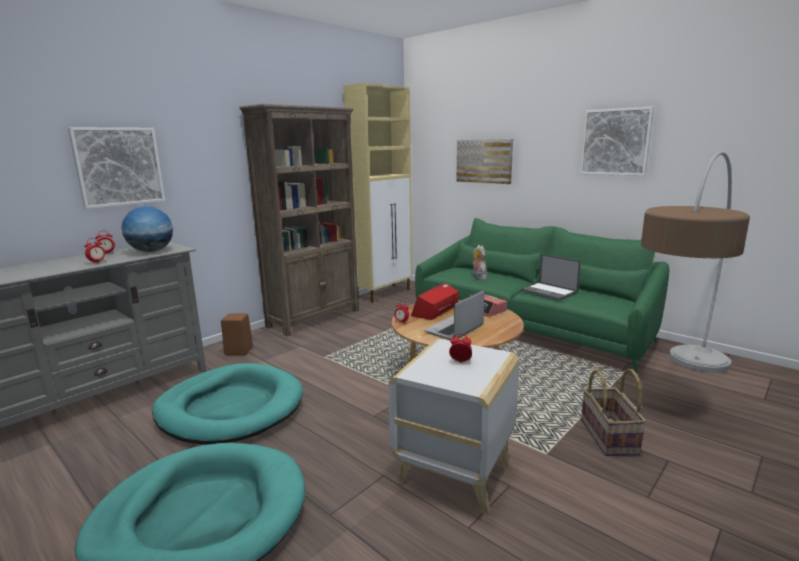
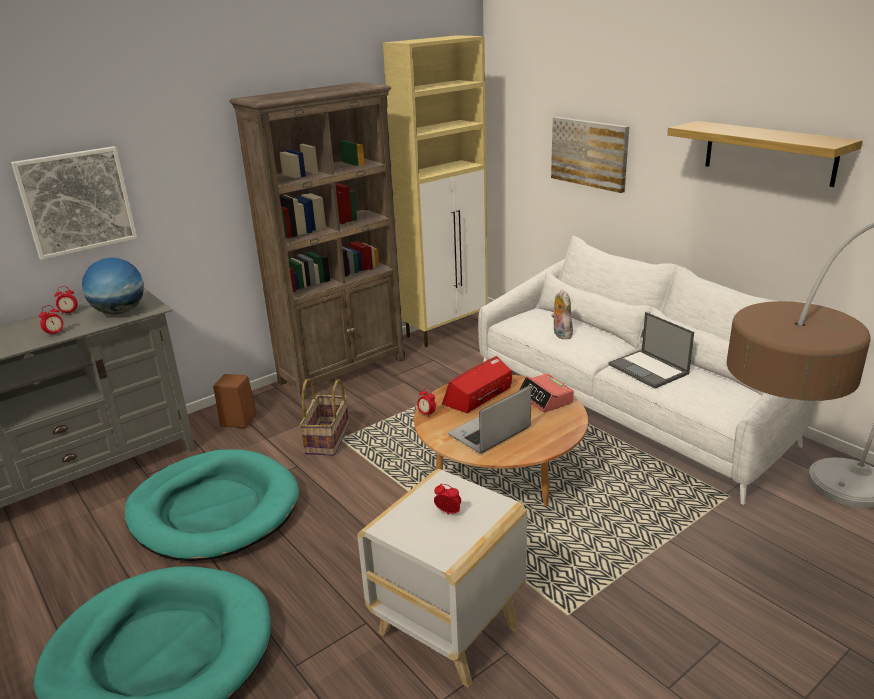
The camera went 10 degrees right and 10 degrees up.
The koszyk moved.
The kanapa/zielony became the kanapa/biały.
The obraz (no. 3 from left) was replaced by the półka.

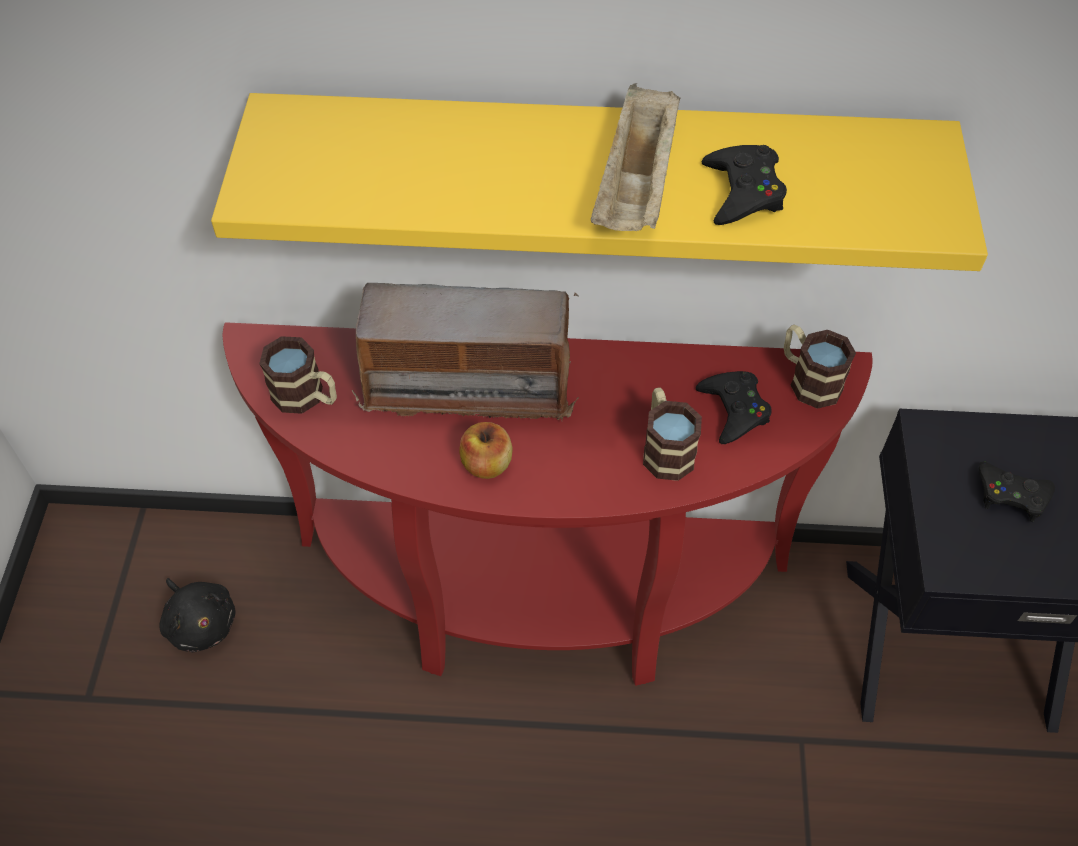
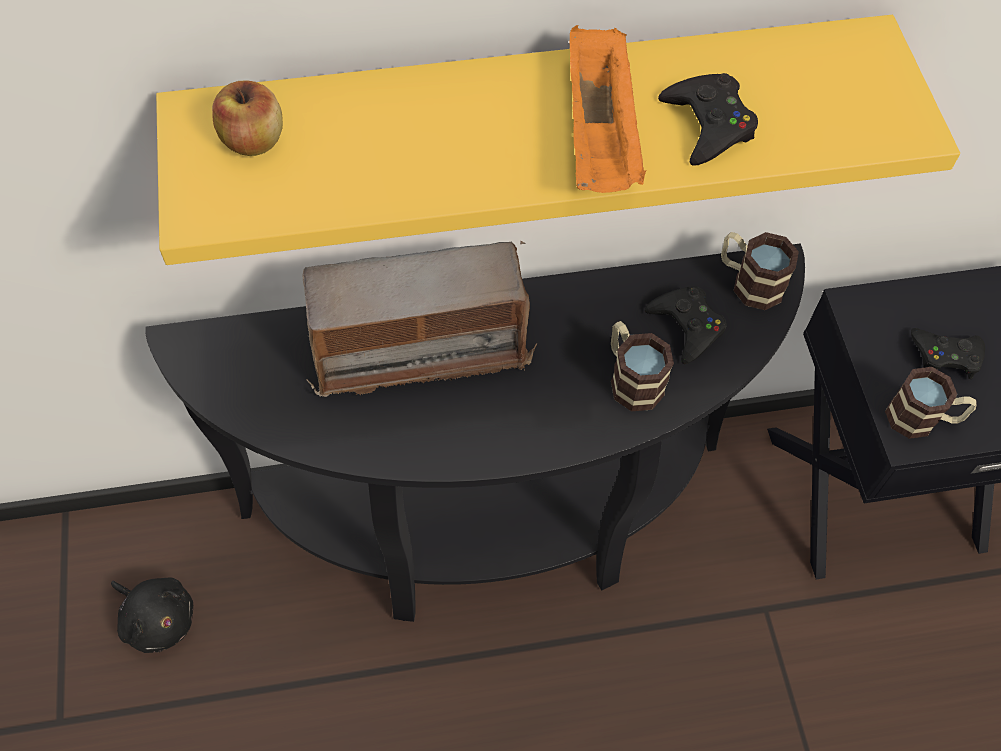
The camera went 15 degrees left and 5 degrees up.
The stolik konsolowy/czerwony became the stolik konsolowy/czarny.
The jabłko moved.
The taca/beżowy became the taca/pomarańczowy.
The kubek (no. 1 from left in the first image) moved.

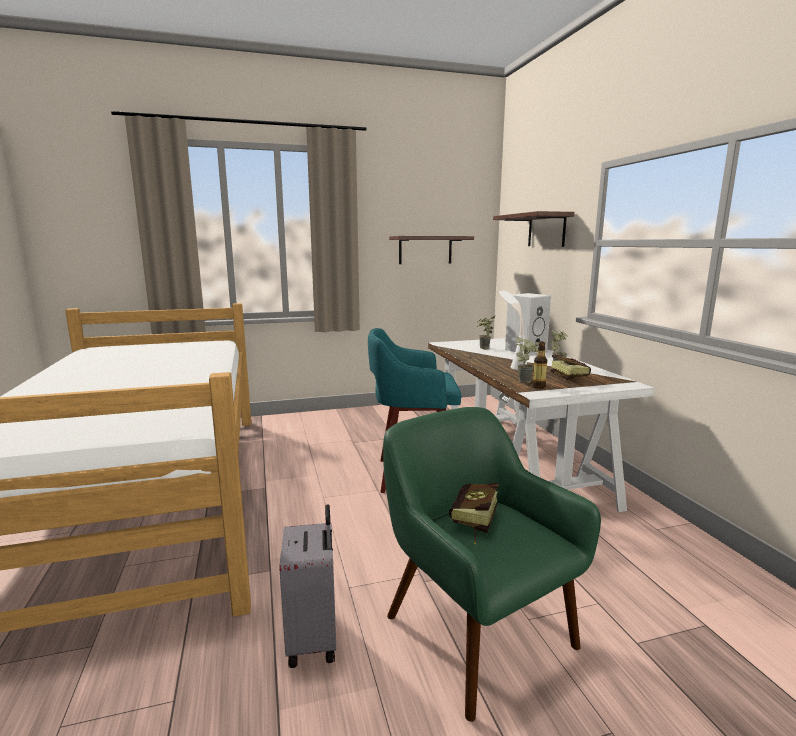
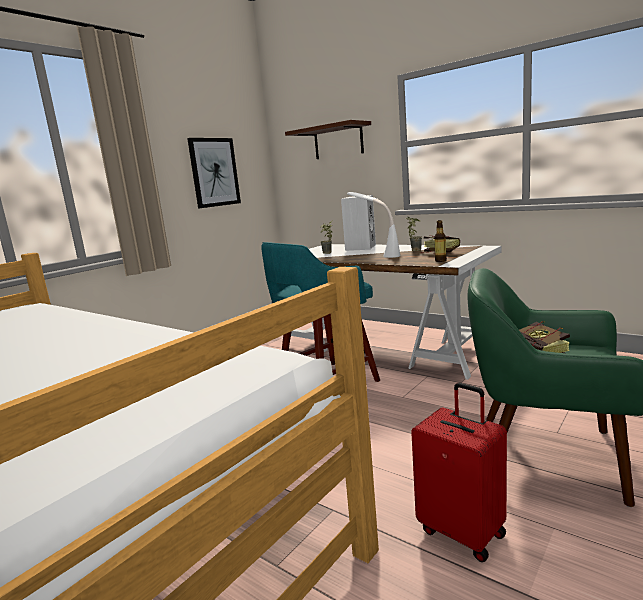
The camera went 35 degrees left and 0 degrees up.
The półka (no. 1 from left) was replaced by the obraz.
The walizka/szary became the walizka/czerwony.
The roślina doniczkowa (no. 2 from left) disappeared.

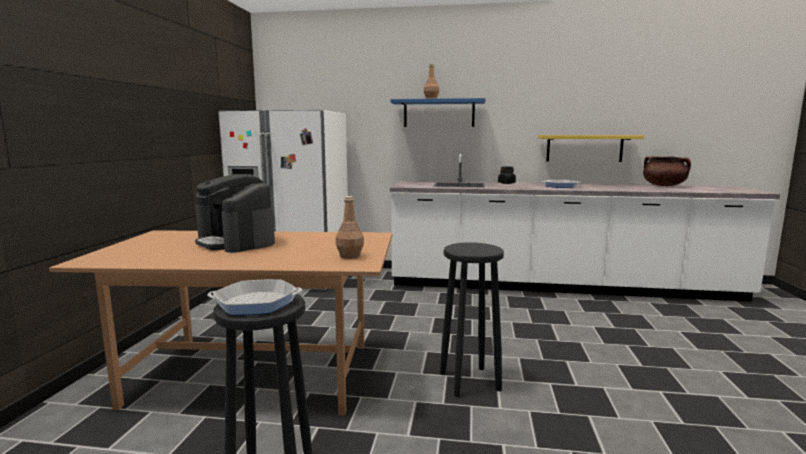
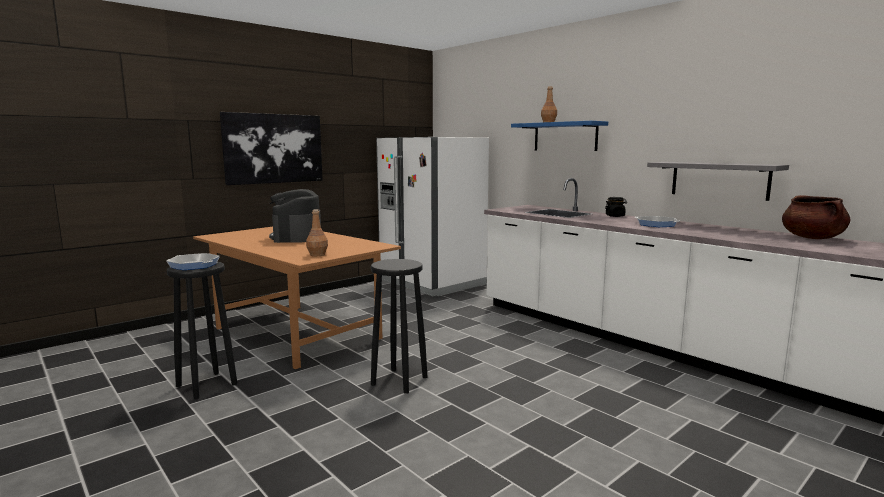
The camera went 40 degrees right and 0 degrees up.
The obraz appeared.
The półka/żółty became the półka/szary.

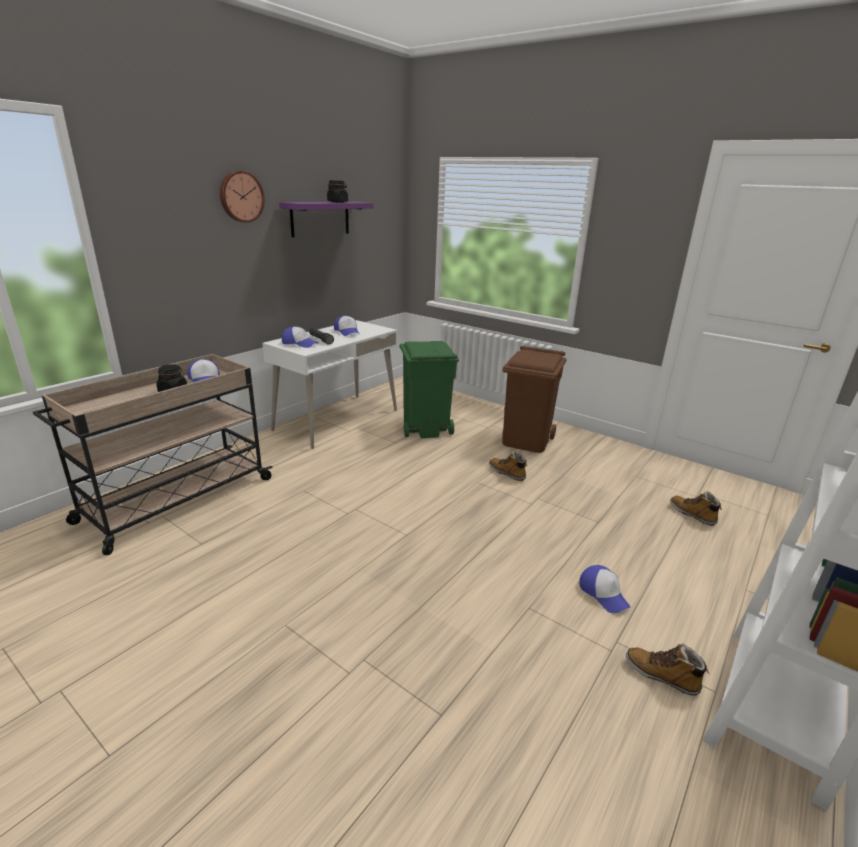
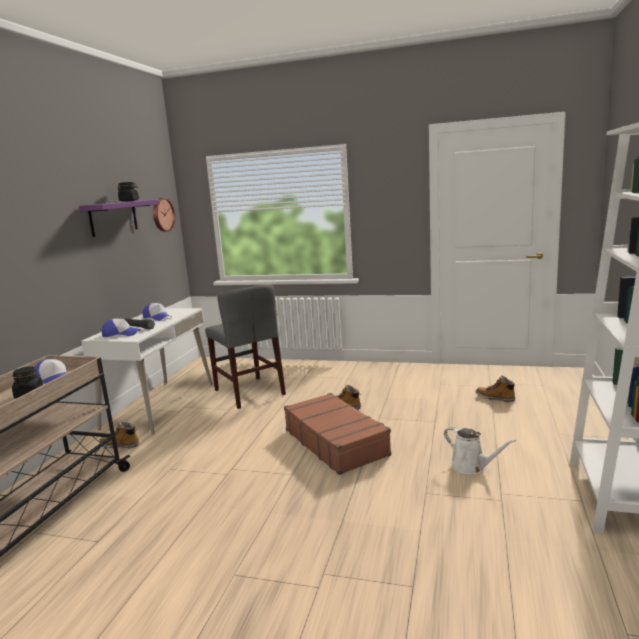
The camera went 20 degrees left and 10 degrees down.
The but z cholewką (no. 2 from left in the first image) moved.
The zegar ścienny moved.
The kosz na śmieci/zielony was replaced by the krzesło/szary.
The walizka/brązowy appeared.
The czapka z daszkiem (no. 4 from left) was replaced by the konewka/biały.
The kosz na śmieci/brązowy disappeared.

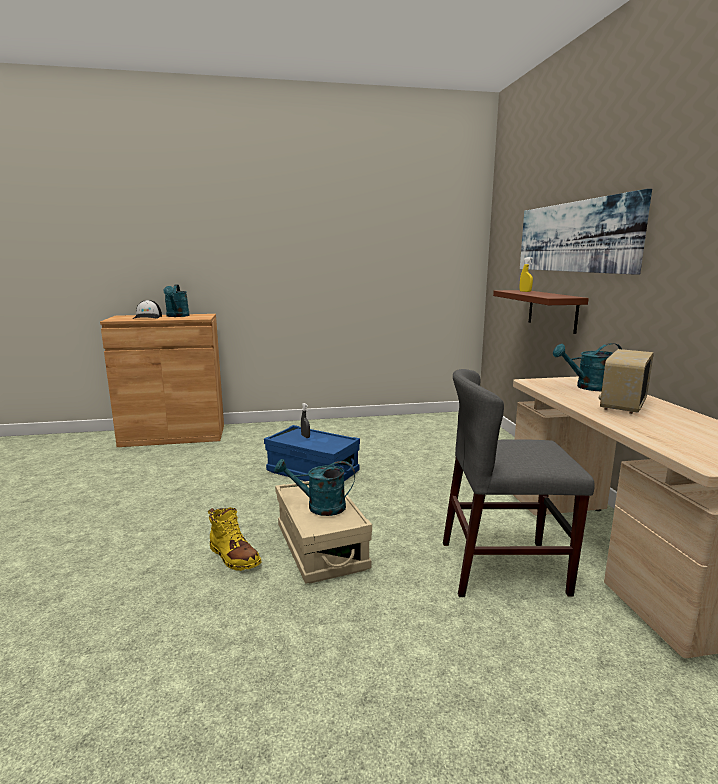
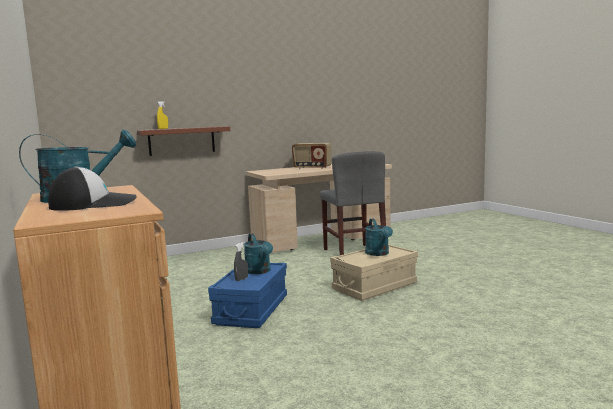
The camera went 105 degrees left and 5 degrees down.
The konewka/turkusowy (no. 3 from left in the first image) moved.
The but z cholewką/żółty disappeared.
The obraz disappeared.

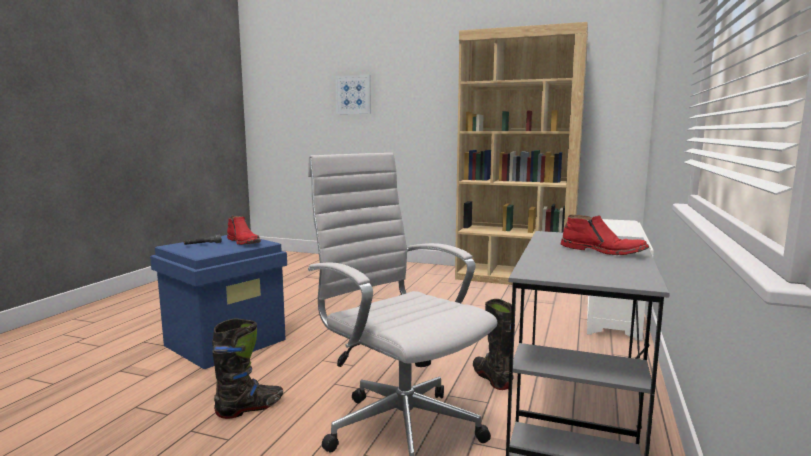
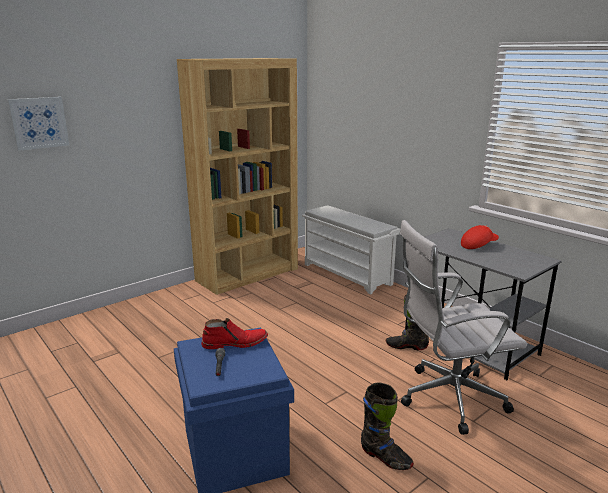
The camera went 60 degrees left and 10 degrees up.
The but z cholewką/czarny (no. 1 from left) turned 135 degrees clockwise.
The but z cholewką/czerwony (no. 2 from left) was replaced by the czapka z daszkiem/czerwony.

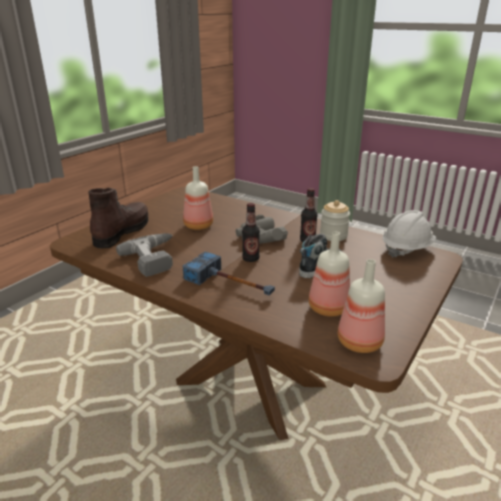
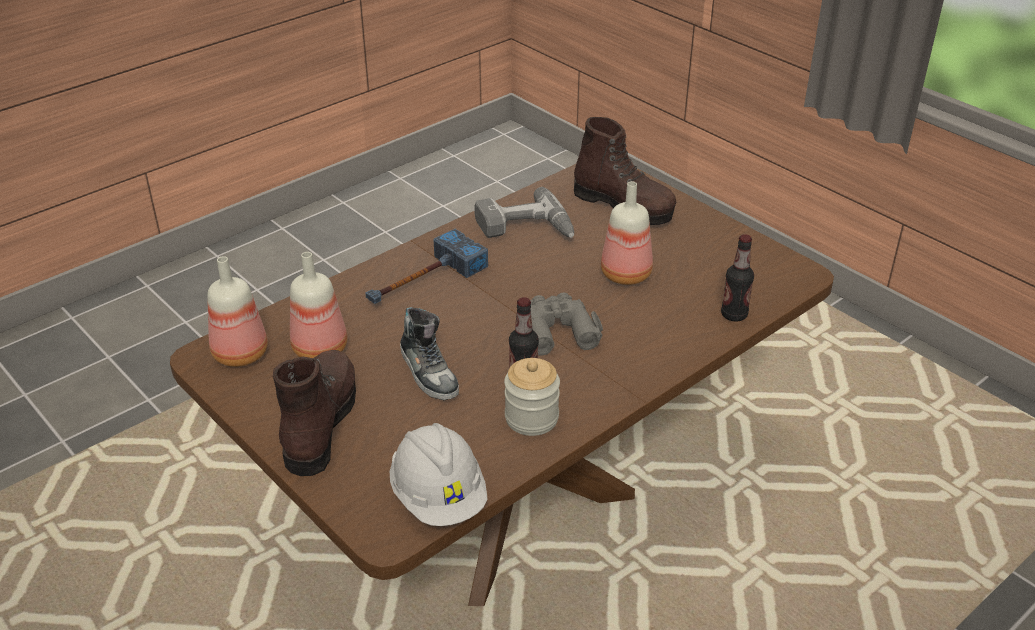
The camera went 105 degrees right and 10 degrees up.
The but z cholewką/brązowy (no. 1 from left) appeared.
The butelka (no. 2 from left in the first image) moved.

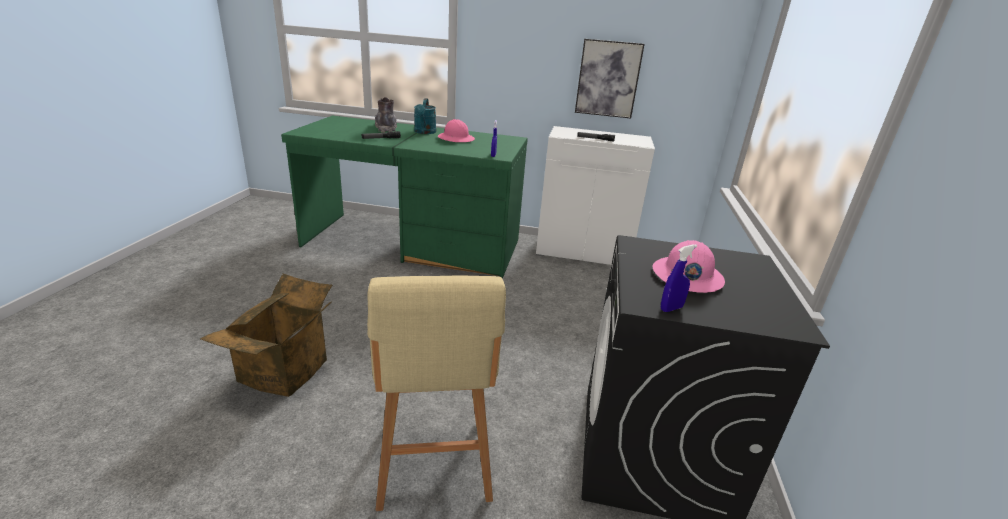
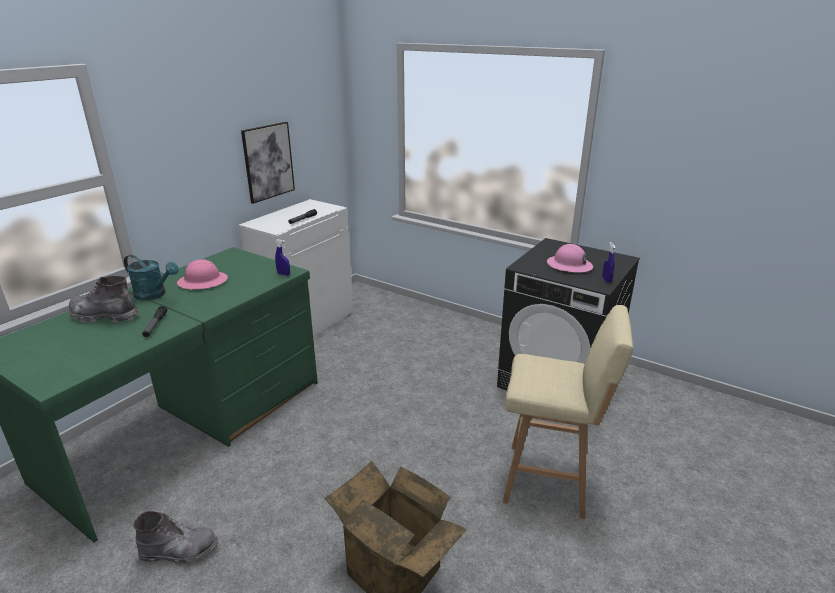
The camera went 65 degrees left and 0 degrees up.
The but z cholewką/szary (no. 2 from left) appeared.

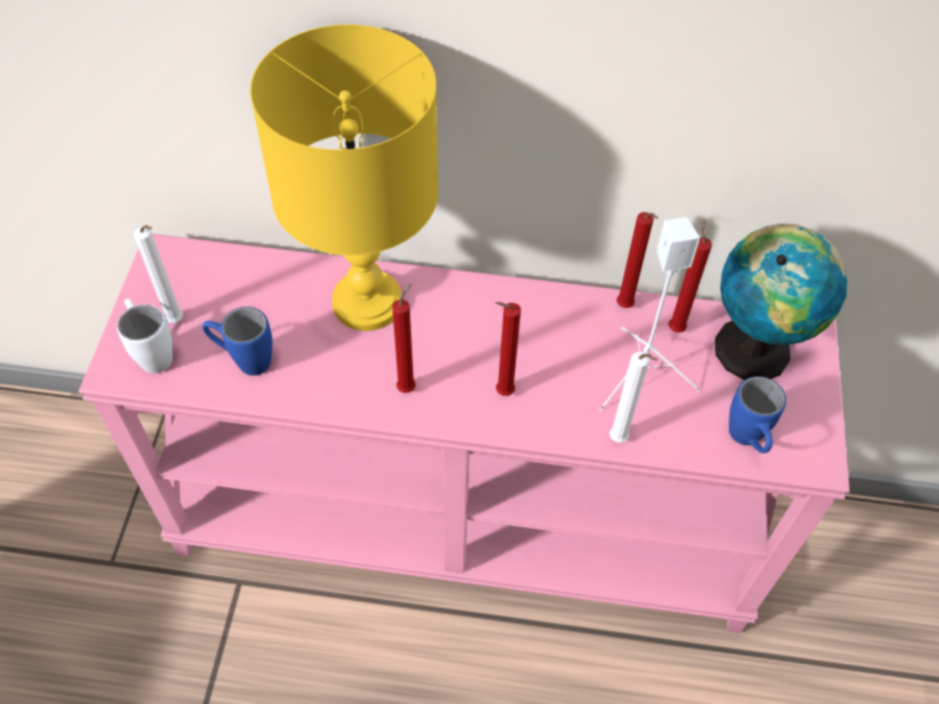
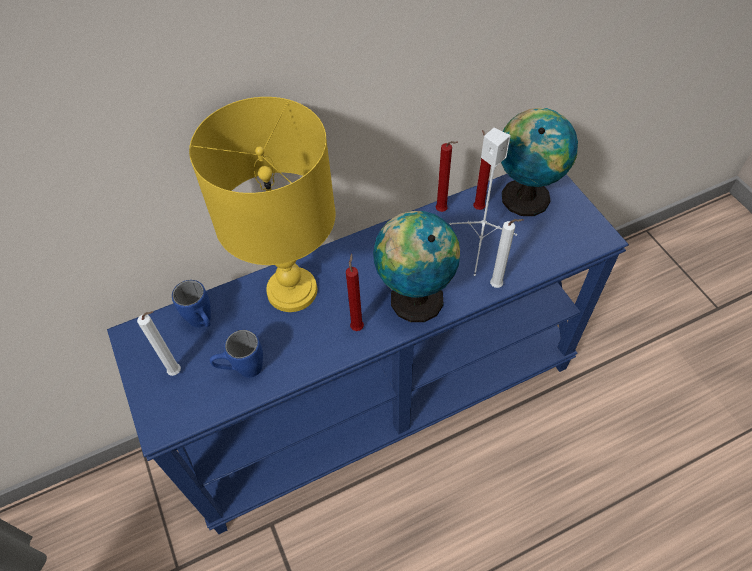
The camera went 30 degrees left and 0 degrees up.
The stolik konsolowy/różowy became the stolik konsolowy/niebieski.
The kubek/niebieski (no. 2 from left in the first image) moved.
The świeca/czerwony (no. 2 from left) was replaced by the globus (no. 1 from left).
The kubek/biały disappeared.

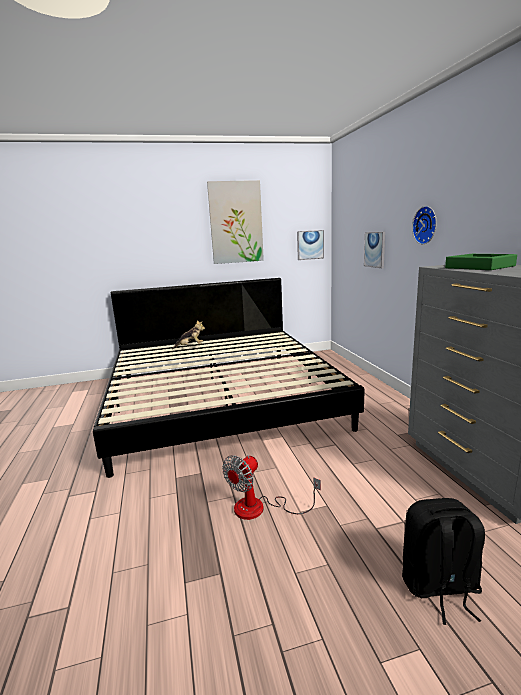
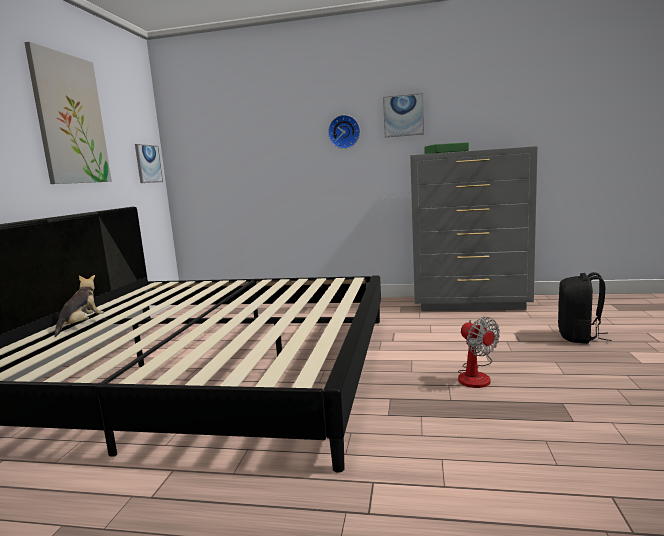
The camera went 65 degrees left and 5 degrees down.
The obraz (no. 3 from left) moved.

